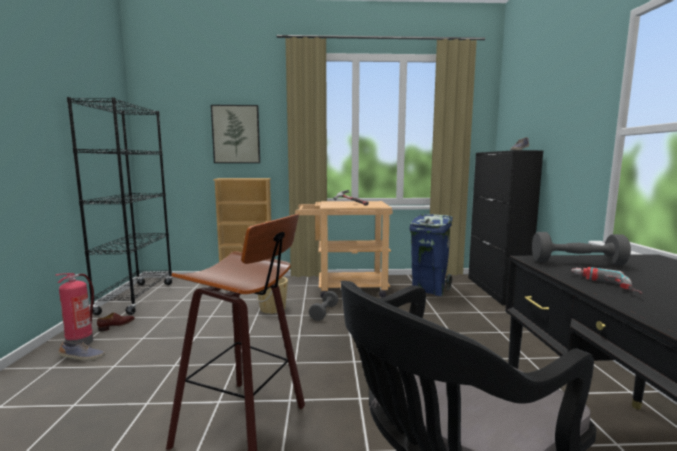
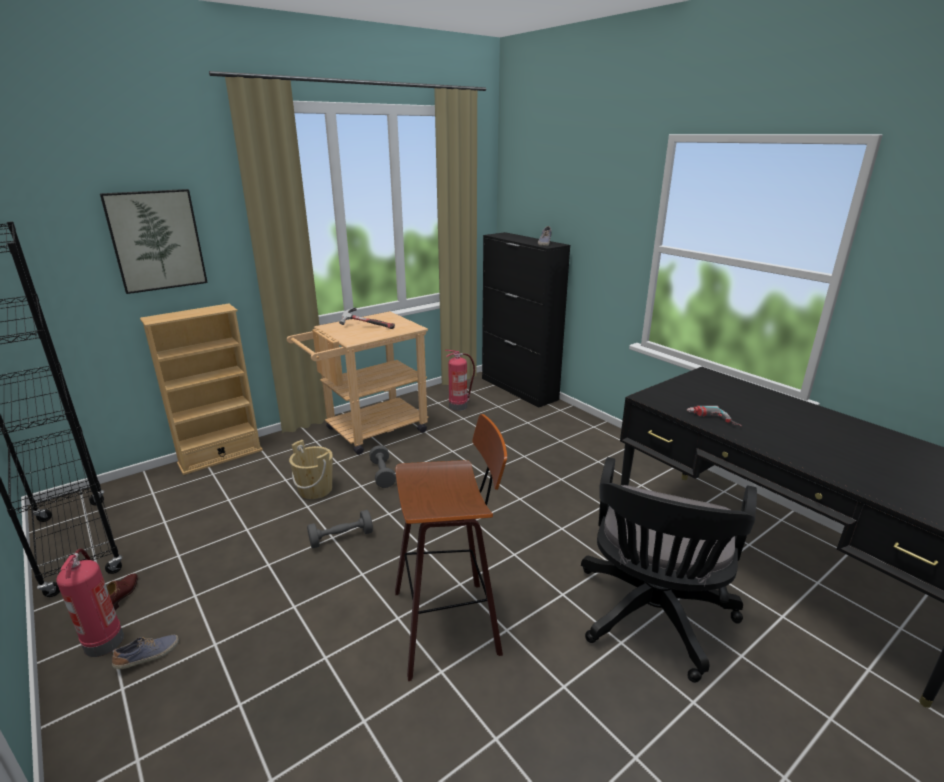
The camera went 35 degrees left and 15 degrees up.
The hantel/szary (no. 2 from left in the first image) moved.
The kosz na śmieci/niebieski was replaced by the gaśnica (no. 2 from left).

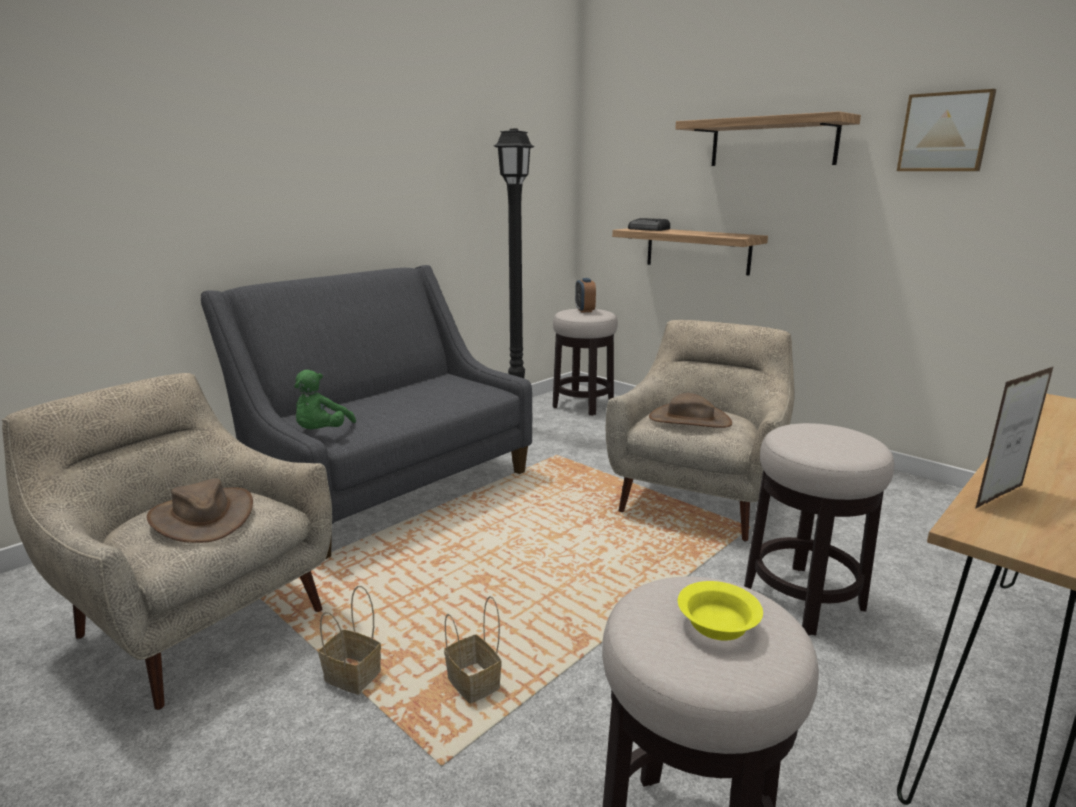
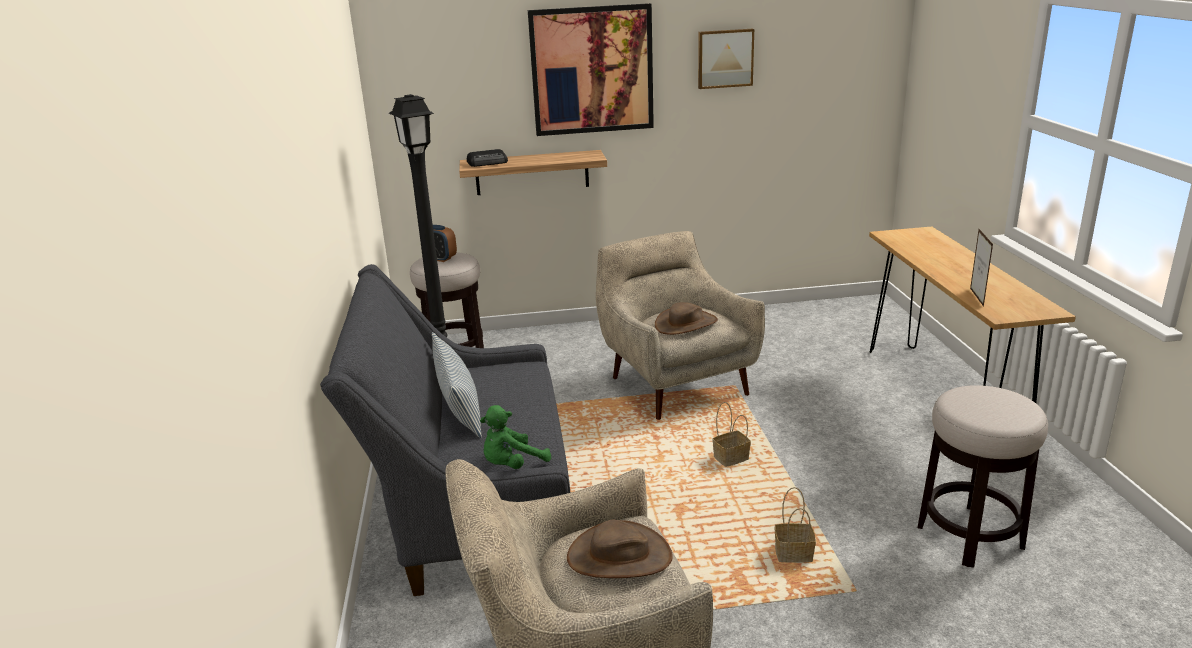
The camera went 50 degrees left and 5 degrees up.
The poduszka appeared.
The pluszak/zielony turned 90 degrees clockwise.
The półka (no. 2 from left) was replaced by the obraz (no. 1 from left).
The koszyk (no. 1 from left) moved.
The miska/żółty disappeared.
The stołek (no. 3 from left) disappeared.

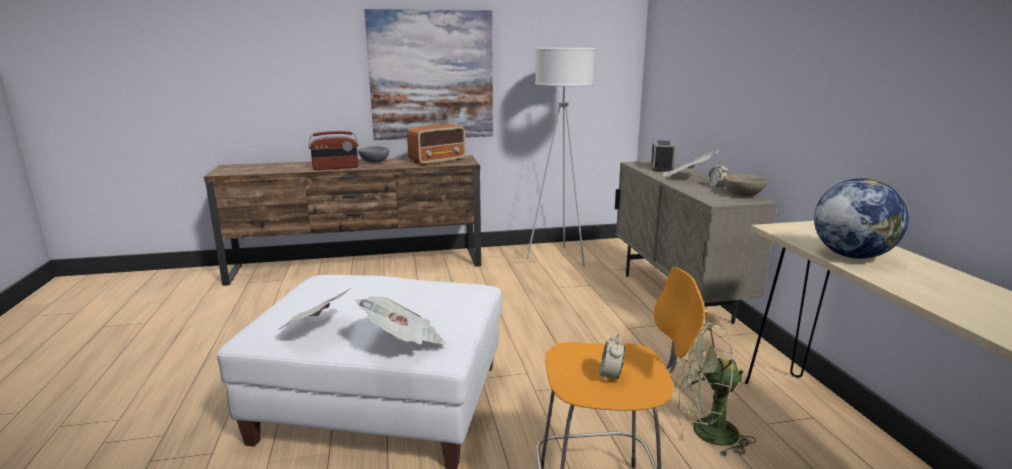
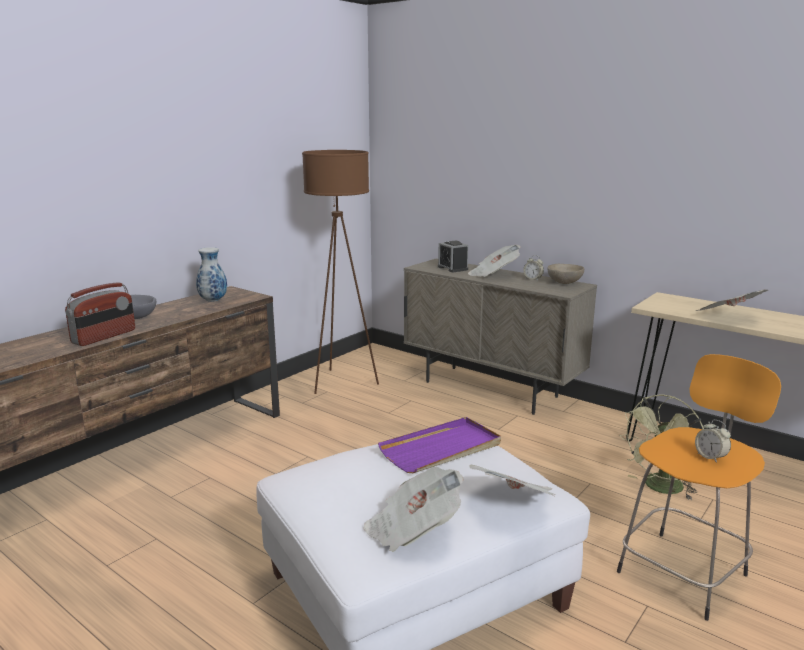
The camera went 40 degrees left and 0 degrees up.
The radio (no. 2 from left) was replaced by the wazon.
The lampa stojąca/biały became the lampa stojąca/brązowy.
The taca/fioletowy appeared.
The globus was replaced by the gazeta (no. 4 from left).
The obraz disappeared.

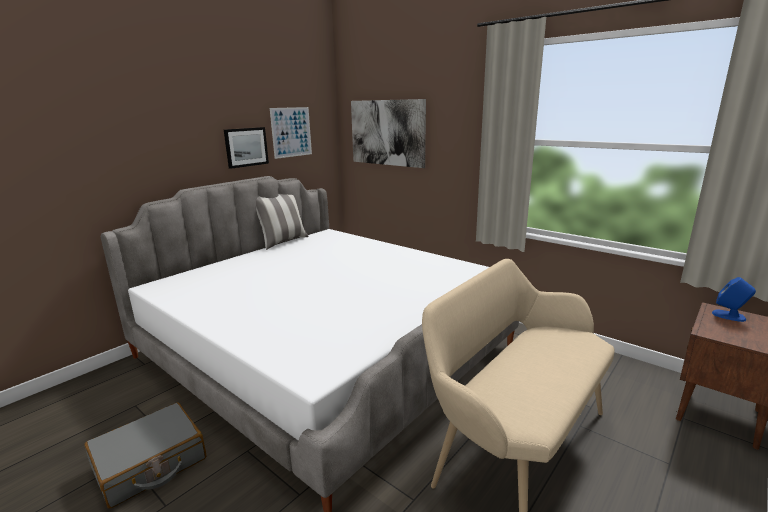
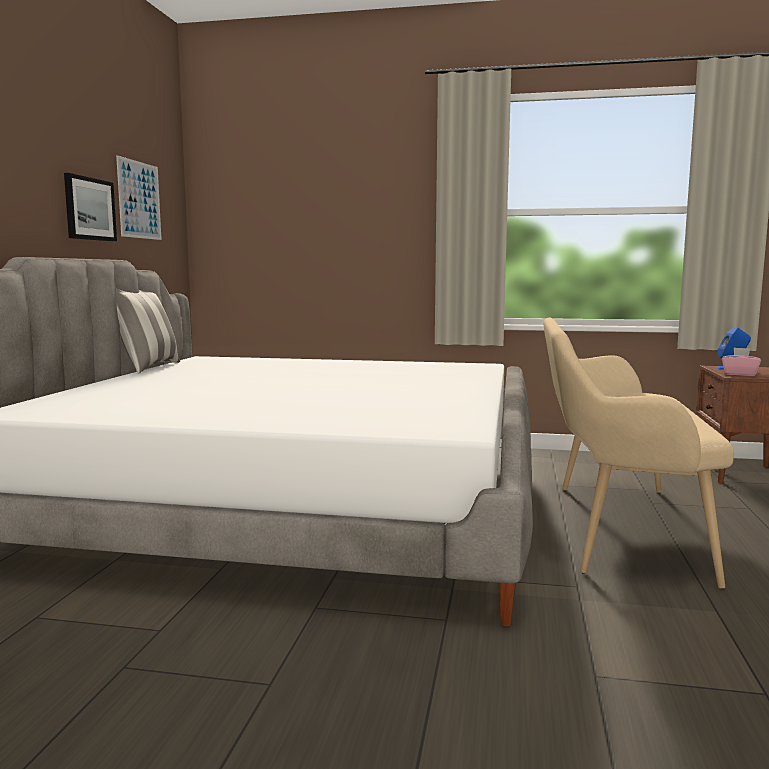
The camera went 30 degrees left and 10 degrees down.
The pudełko chusteczek/różowy appeared.
The walizka/szary disappeared.
The obraz (no. 3 from left) disappeared.

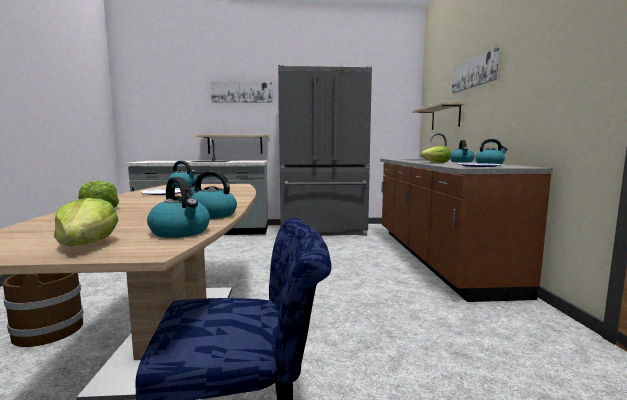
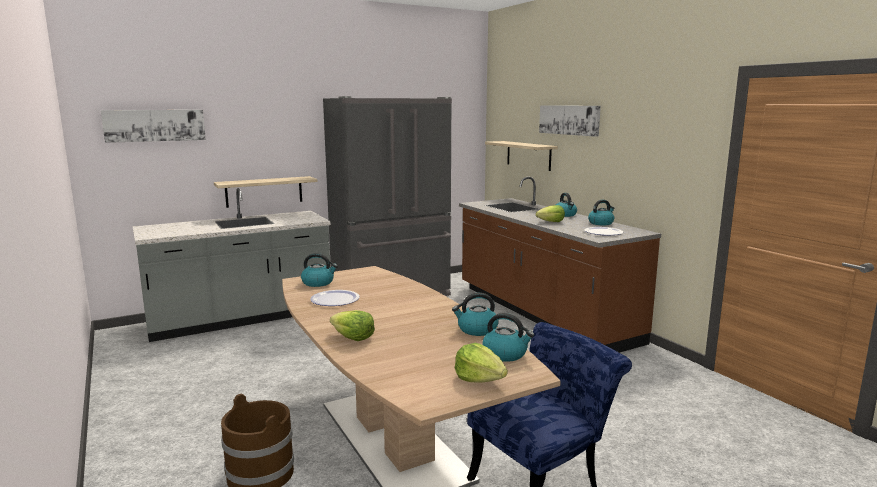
The camera went 25 degrees left and 5 degrees up.
The obraz (no. 1 from left) moved.

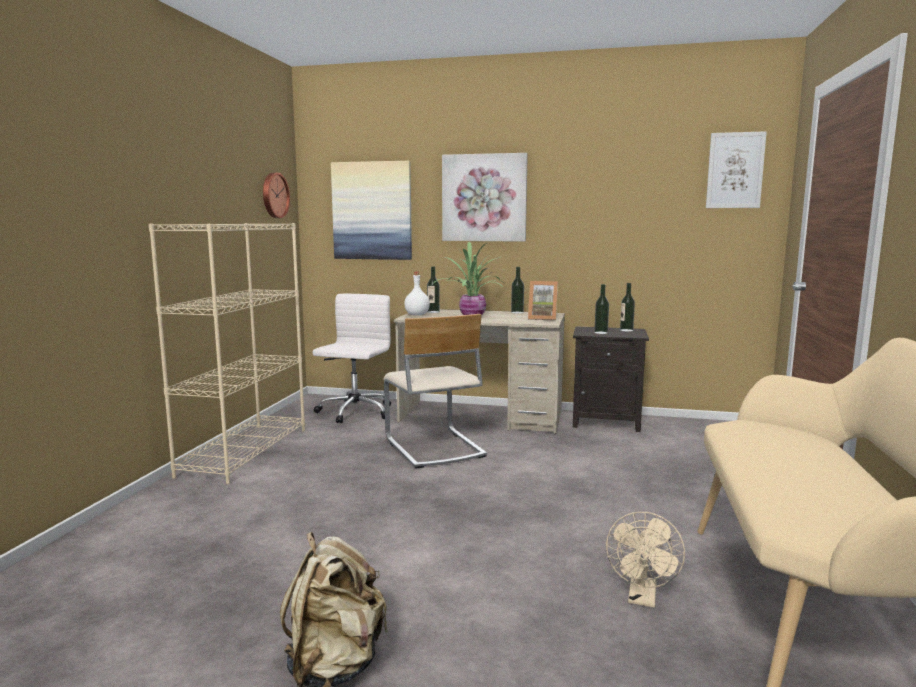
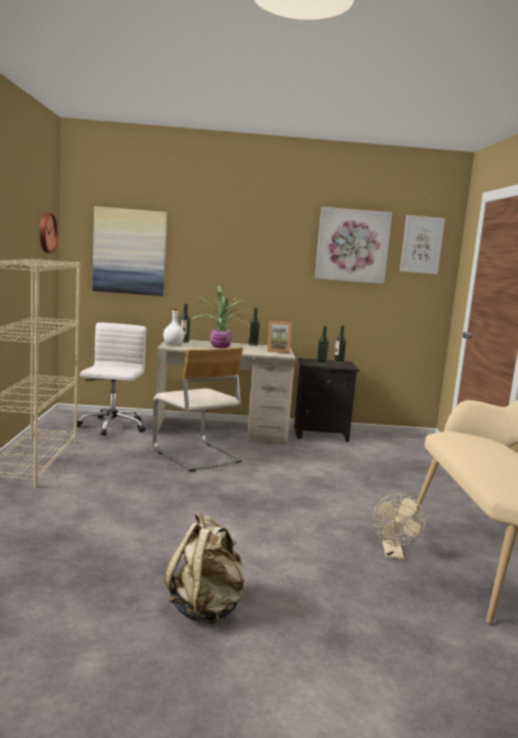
The camera went 15 degrees left and 0 degrees up.
The obraz (no. 2 from left) moved.

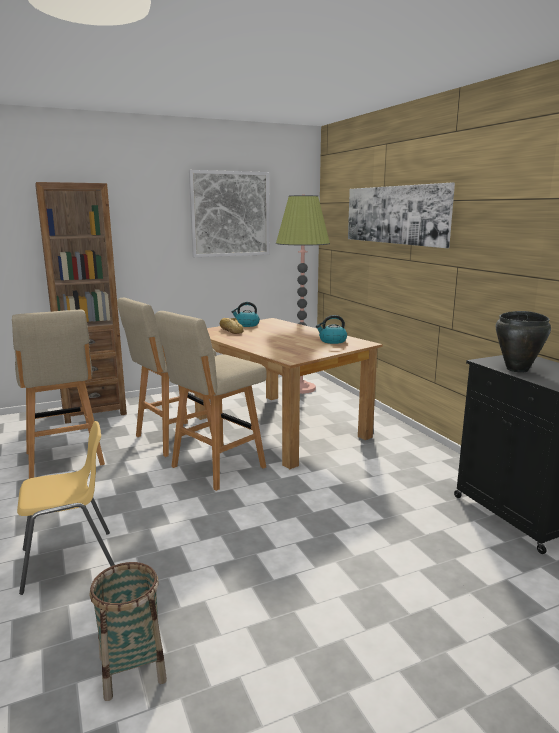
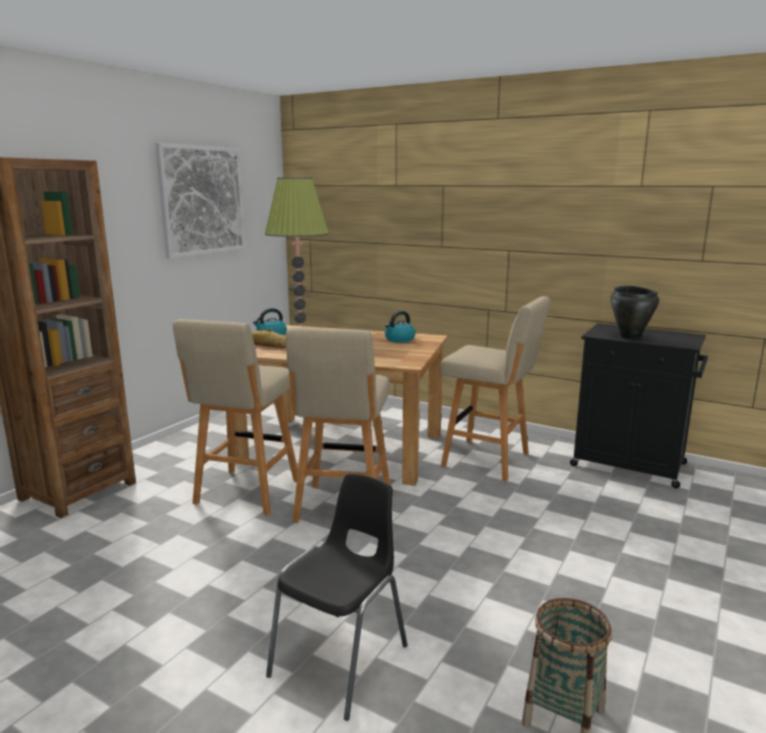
The camera went 35 degrees left and 0 degrees up.
The krzesło/żółty became the krzesło/czarny.
The stołek/beżowy (no. 1 from left in the first image) moved.
The obraz (no. 2 from left) disappeared.

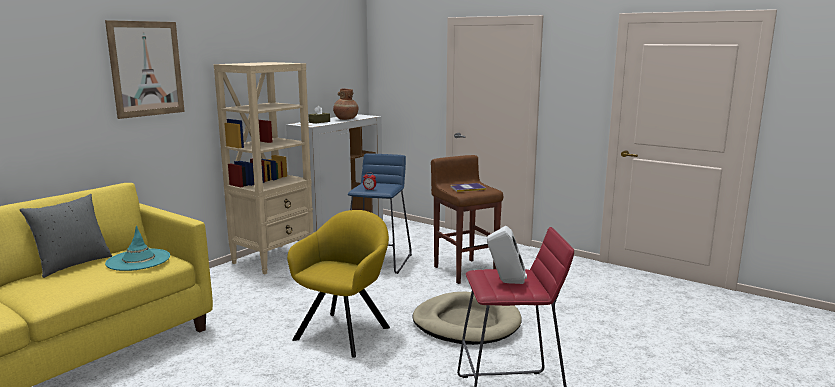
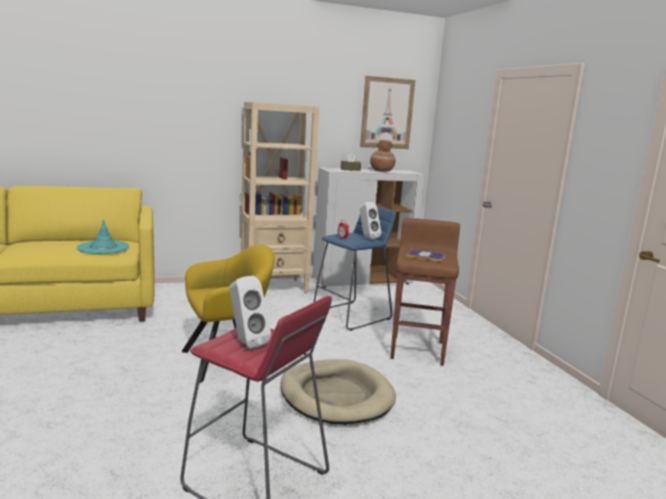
The camera went 35 degrees right and 0 degrees up.
The głośnik/biały (no. 2 from left) appeared.
The obraz moved.
The poduszka/szary disappeared.

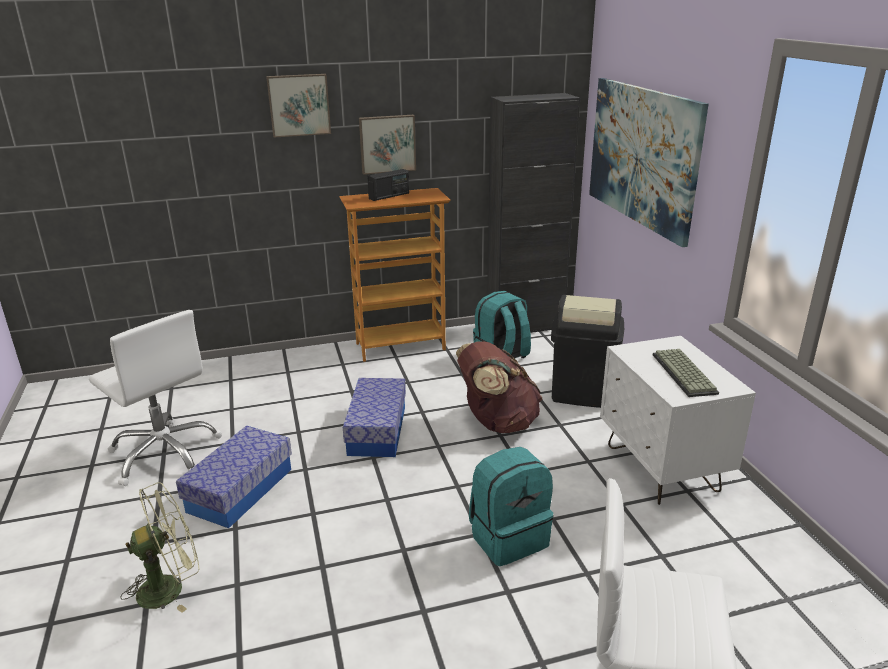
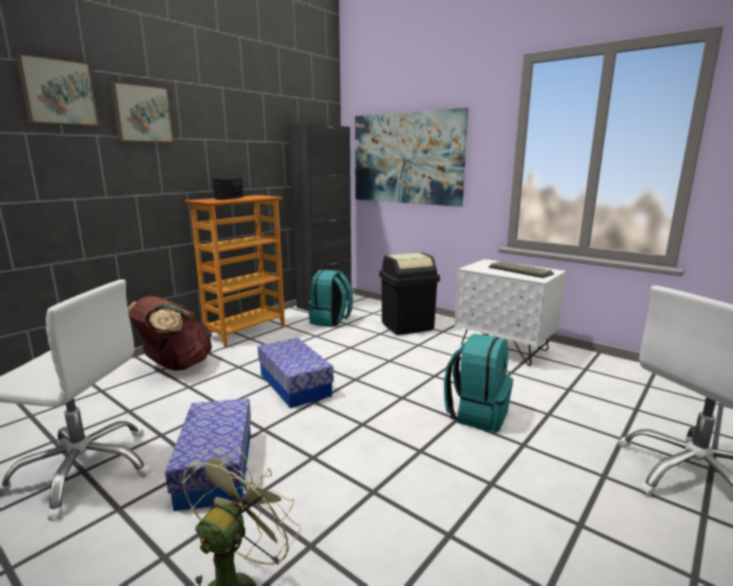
The camera went 35 degrees left and 10 degrees down.
The obraz (no. 2 from left in the first image) moved.
The plecak/brązowy moved.

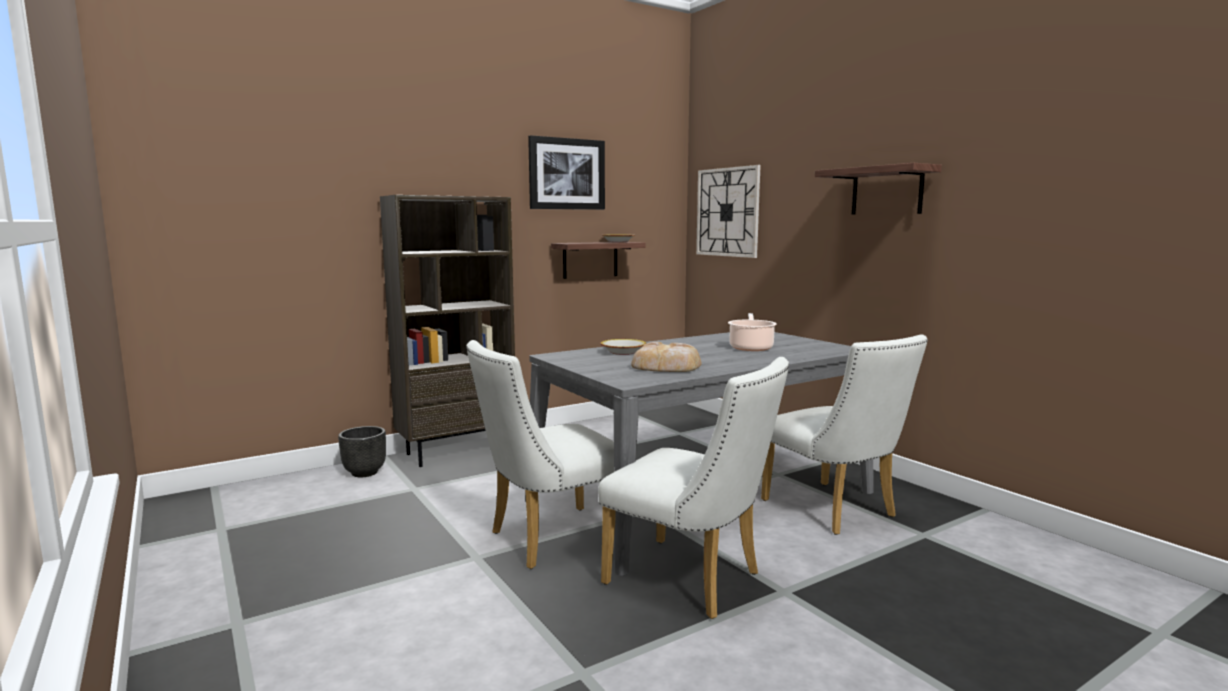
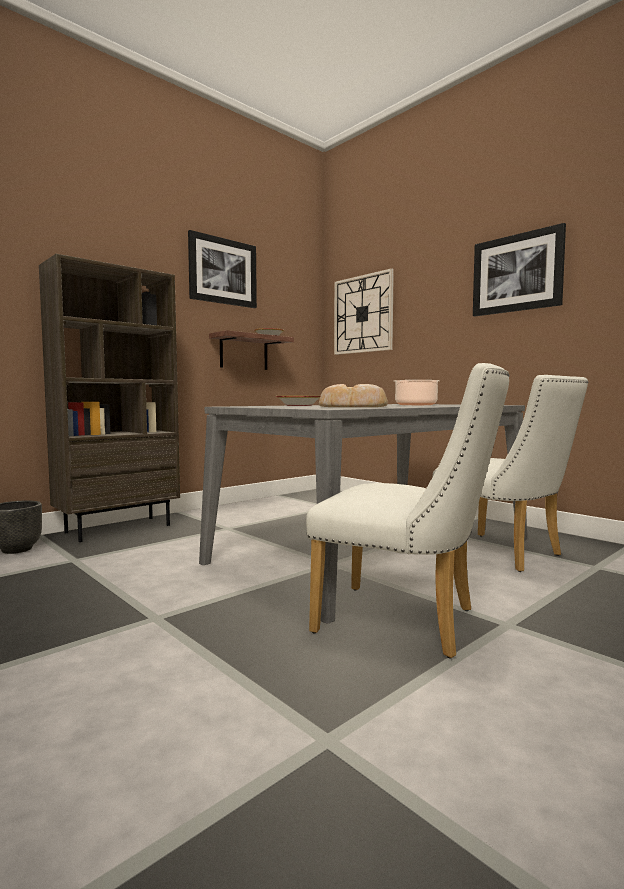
The camera went 10 degrees left and 5 degrees down.
The półka (no. 2 from left) was replaced by the obraz (no. 2 from left).
The krzesło/biały (no. 1 from left) disappeared.

